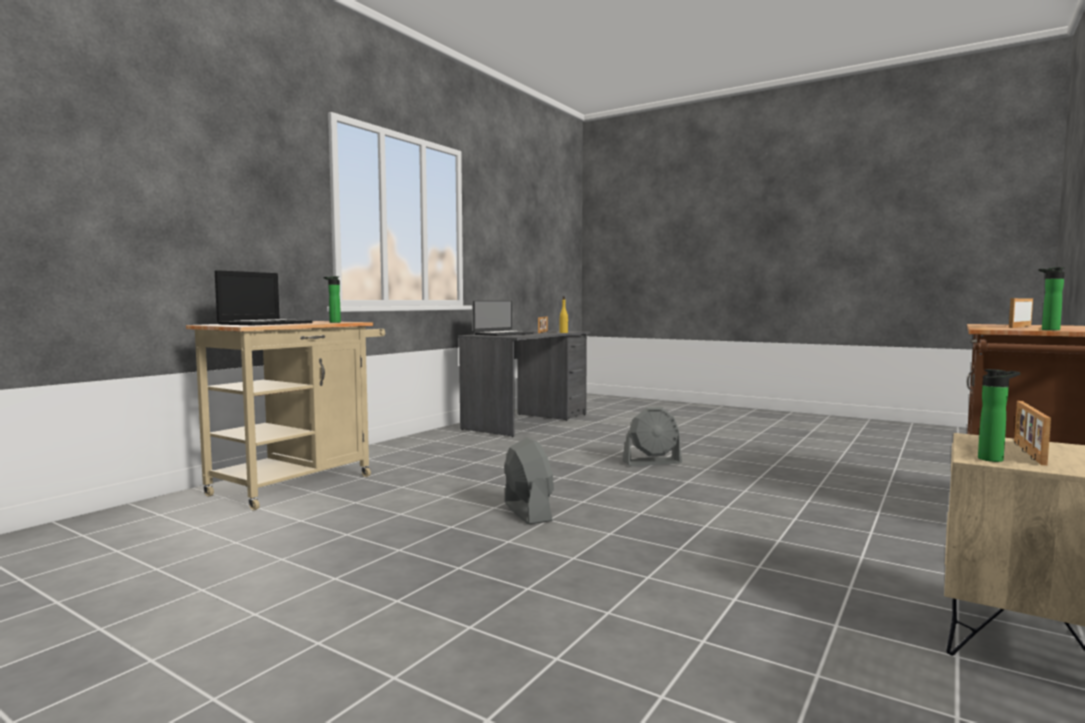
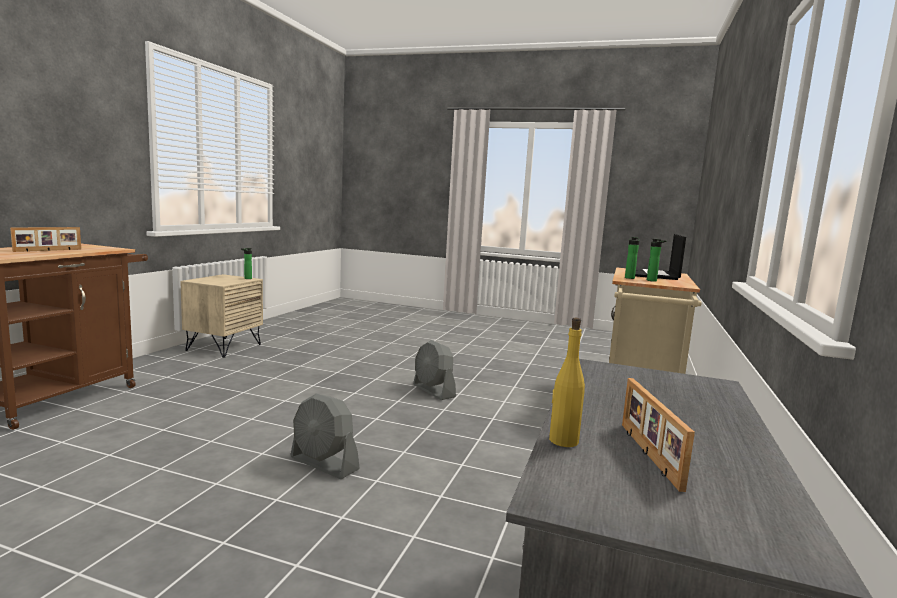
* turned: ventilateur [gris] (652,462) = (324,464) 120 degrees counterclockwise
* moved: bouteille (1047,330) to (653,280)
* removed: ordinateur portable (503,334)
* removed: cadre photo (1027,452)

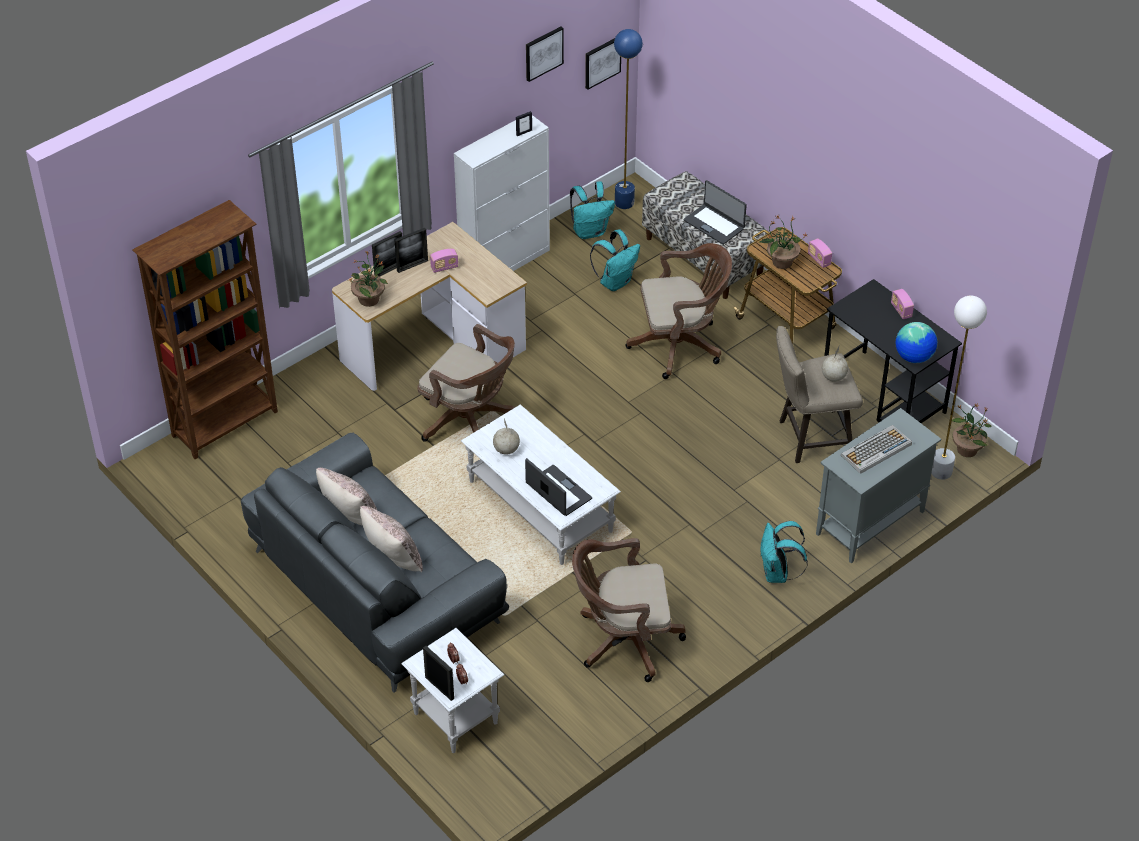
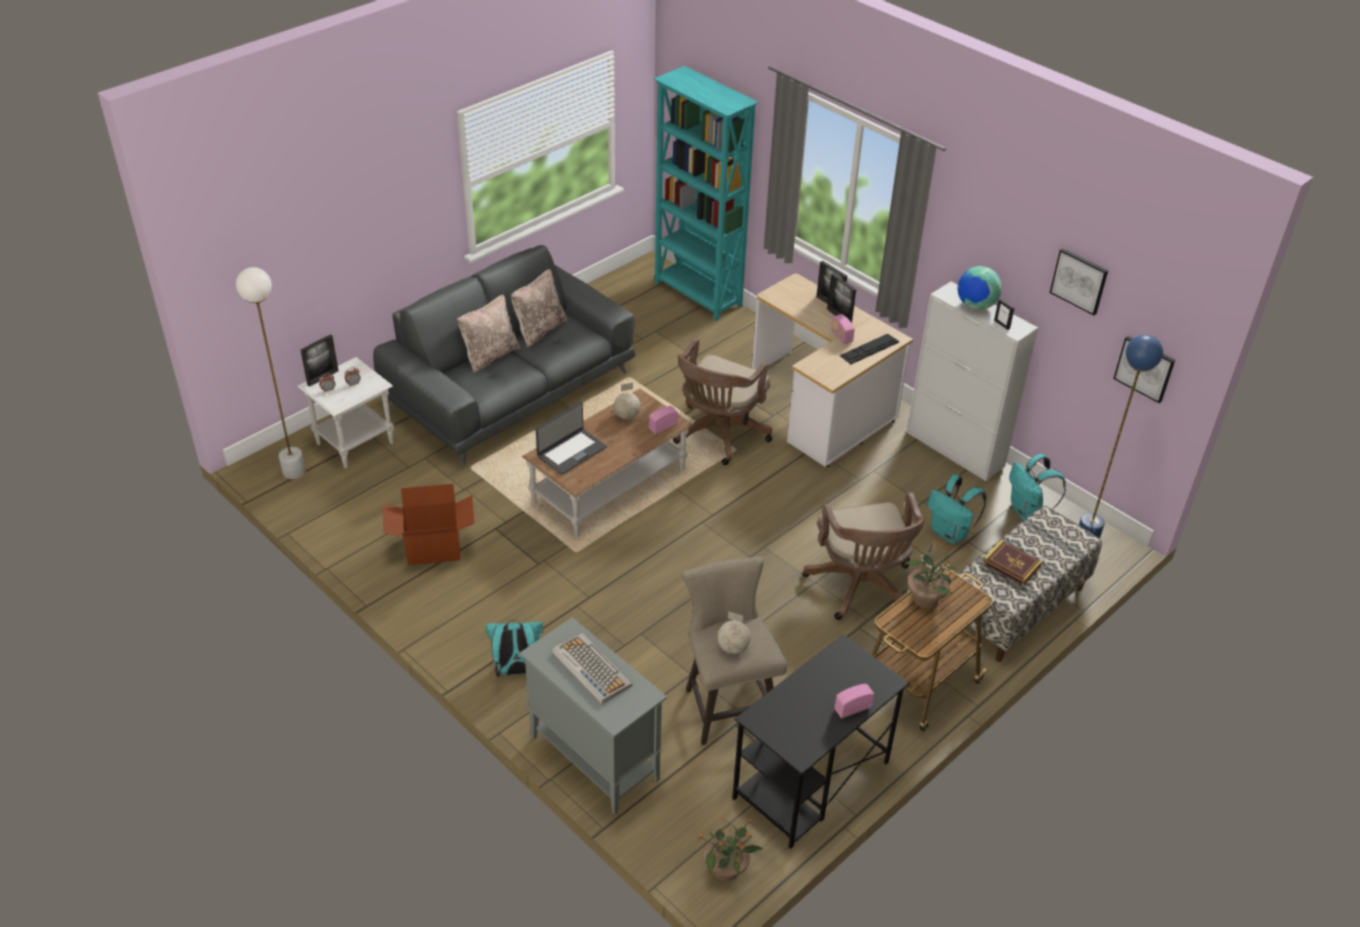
* moved: lampadaire [blanc] (941,471) to (294,471)
* replaced: chaise de bureau [marron] (623,641) to carton (433,548)
* recoloured: table basse [blanc] (540,506) to table basse [marron] (609,486)
* moved: radio (819,259) to (663,427)
* recoloured: bibliothèque [marron] (226,424) to bibliothèque [turquoise] (698,295)
* added: clavier (869,349)
* moved: globe (914,357) to (975,306)
* replaced: ordinateur portable (714,224) to livre (1011,565)
* removed: plante en pot (369,299)

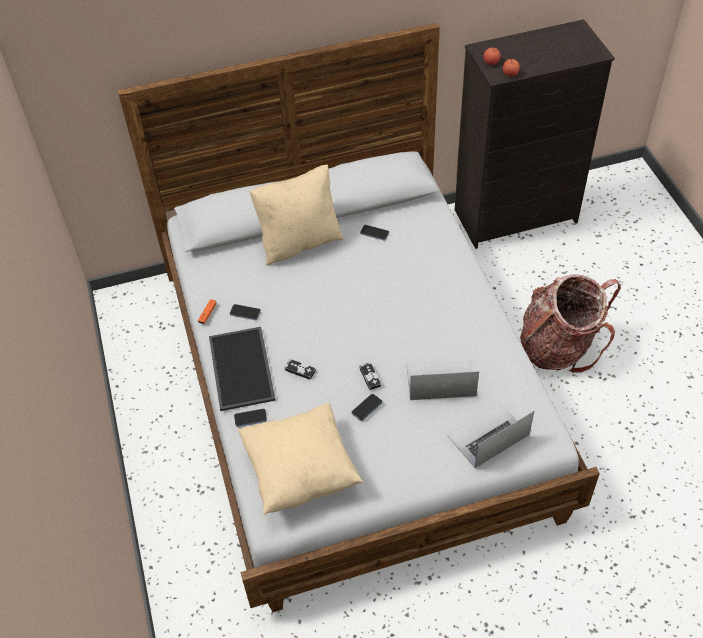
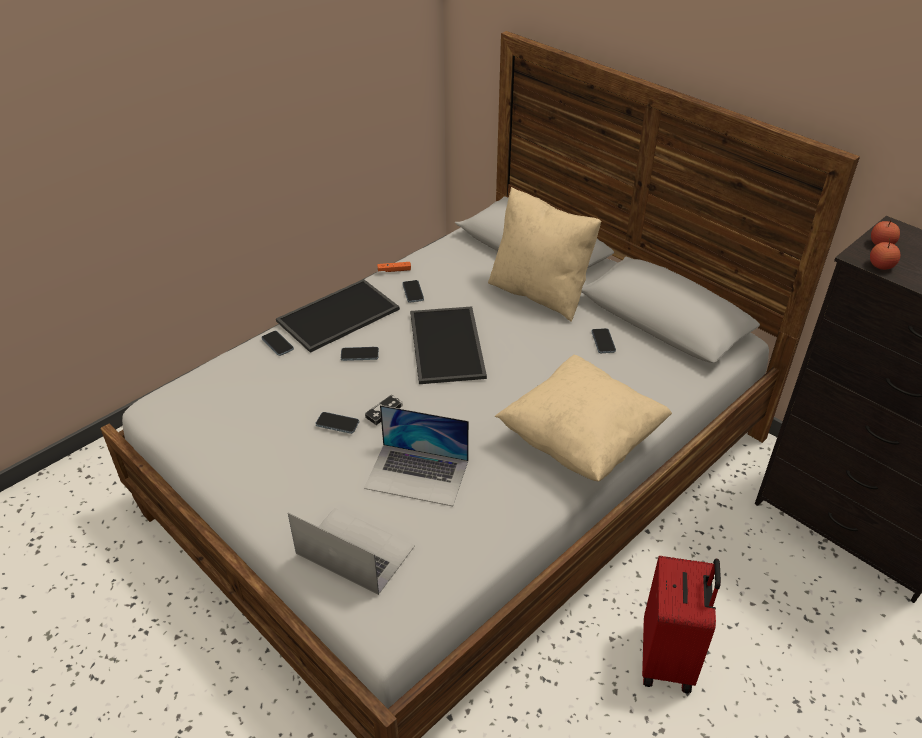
* replaced: manette (300,370) to téléphone (359,355)
* turned: ordinateur portable (440,380) = (417,474) 135 degrees clockwise
* added: plateau (448,345)
* moved: coussin [beige] (300,471) to (581,440)
* replaced: sac à dos (559,347) to valise [rouge] (669,659)

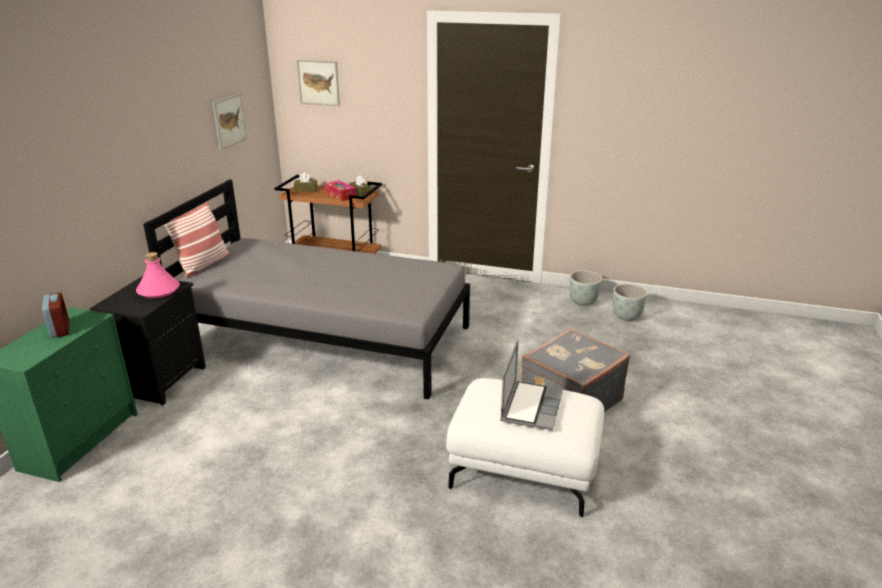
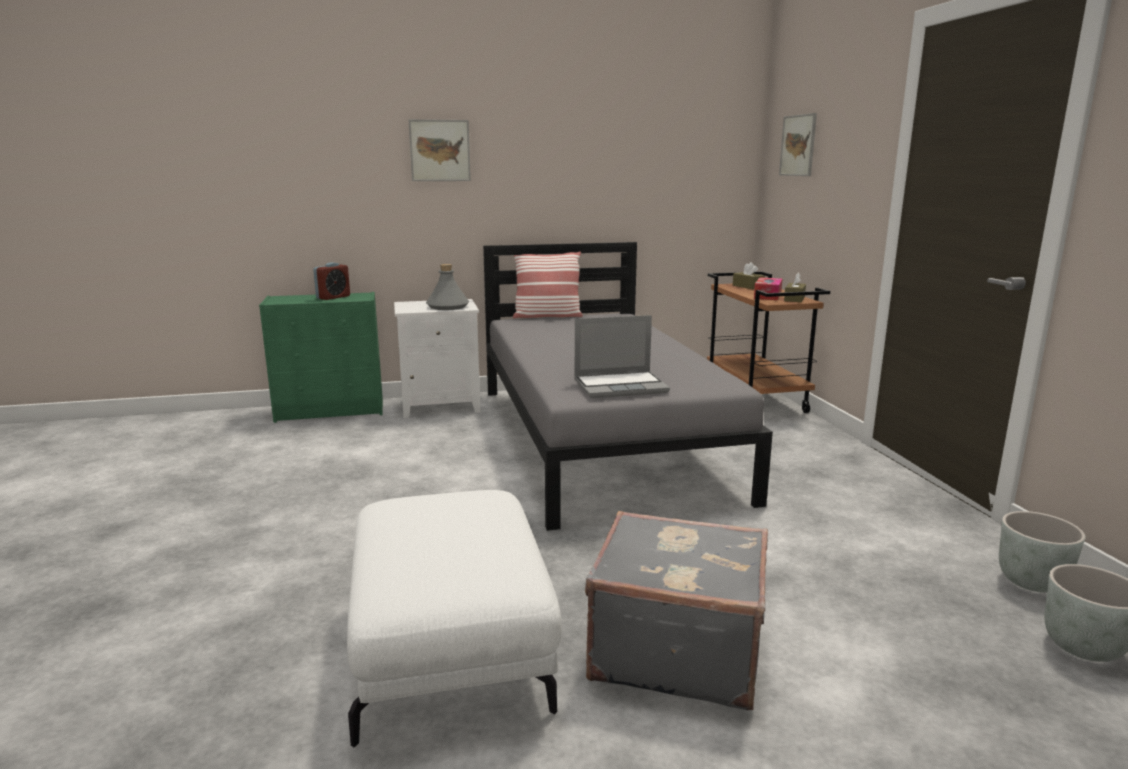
* recoloured: table de chevet [noir] (162,380) to table de chevet [blanc] (441,405)
* moved: tableau (229,121) to (440,150)
* recoloured: bouteille [rose] (159,291) to bouteille [gris] (448,307)
* moved: ordinateur portable (530,406) to (621,386)

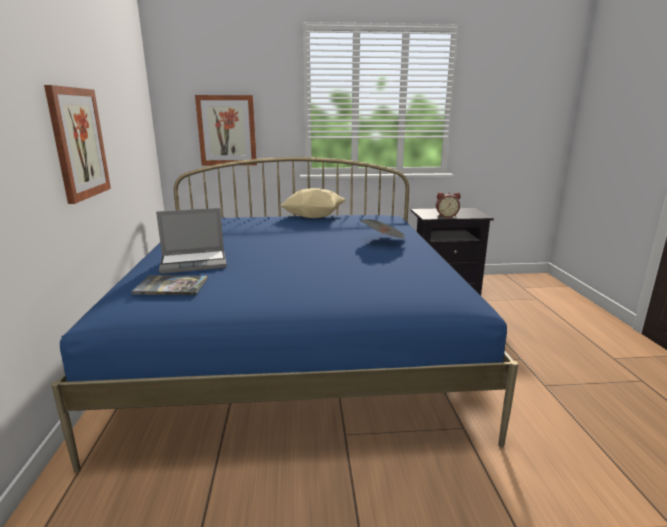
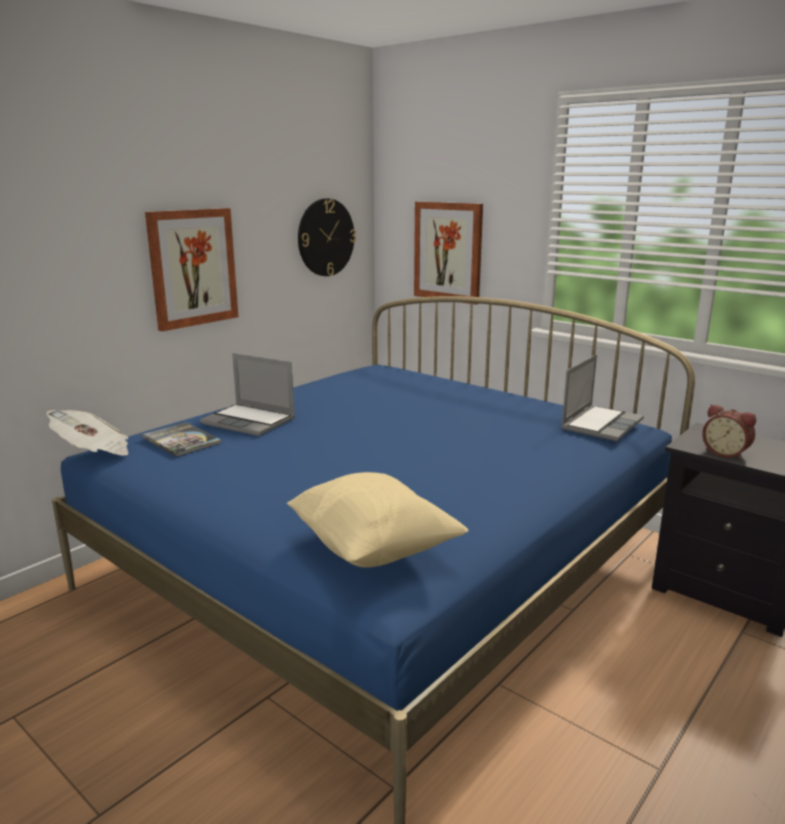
* moved: journal (384,241) to (94,451)
* moved: coussin [beige] (314,216) to (373,549)
* added: horloge murale (326,237)
* added: ordinateur portable (601,424)

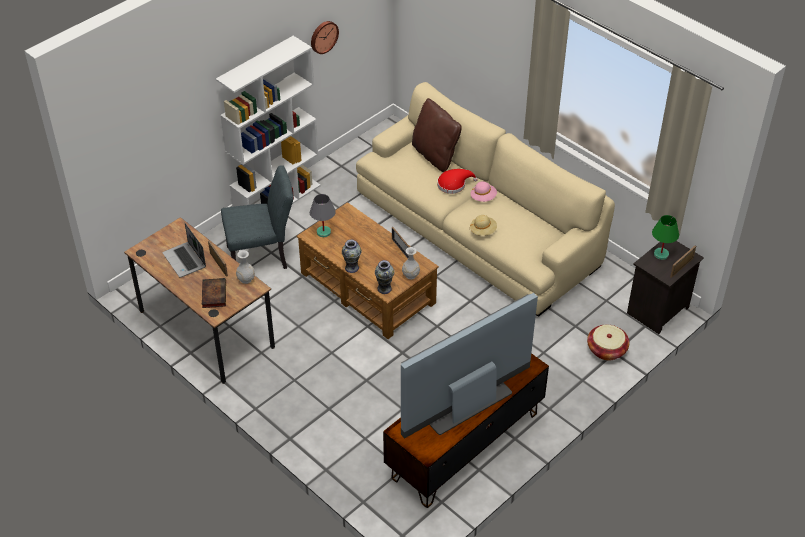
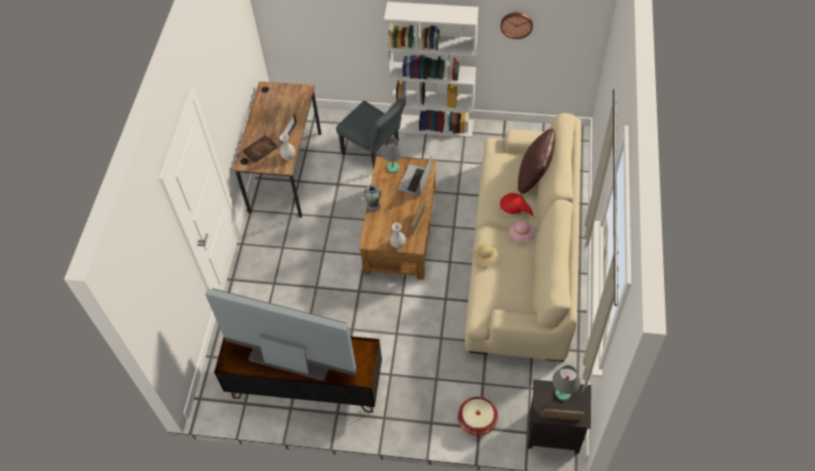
* moved: ordinateur portable (185,260) to (415,181)
* recoloured: lampe de table [vert] (661,254) to lampe de table [gris] (563,394)
* removed: vase (384,288)

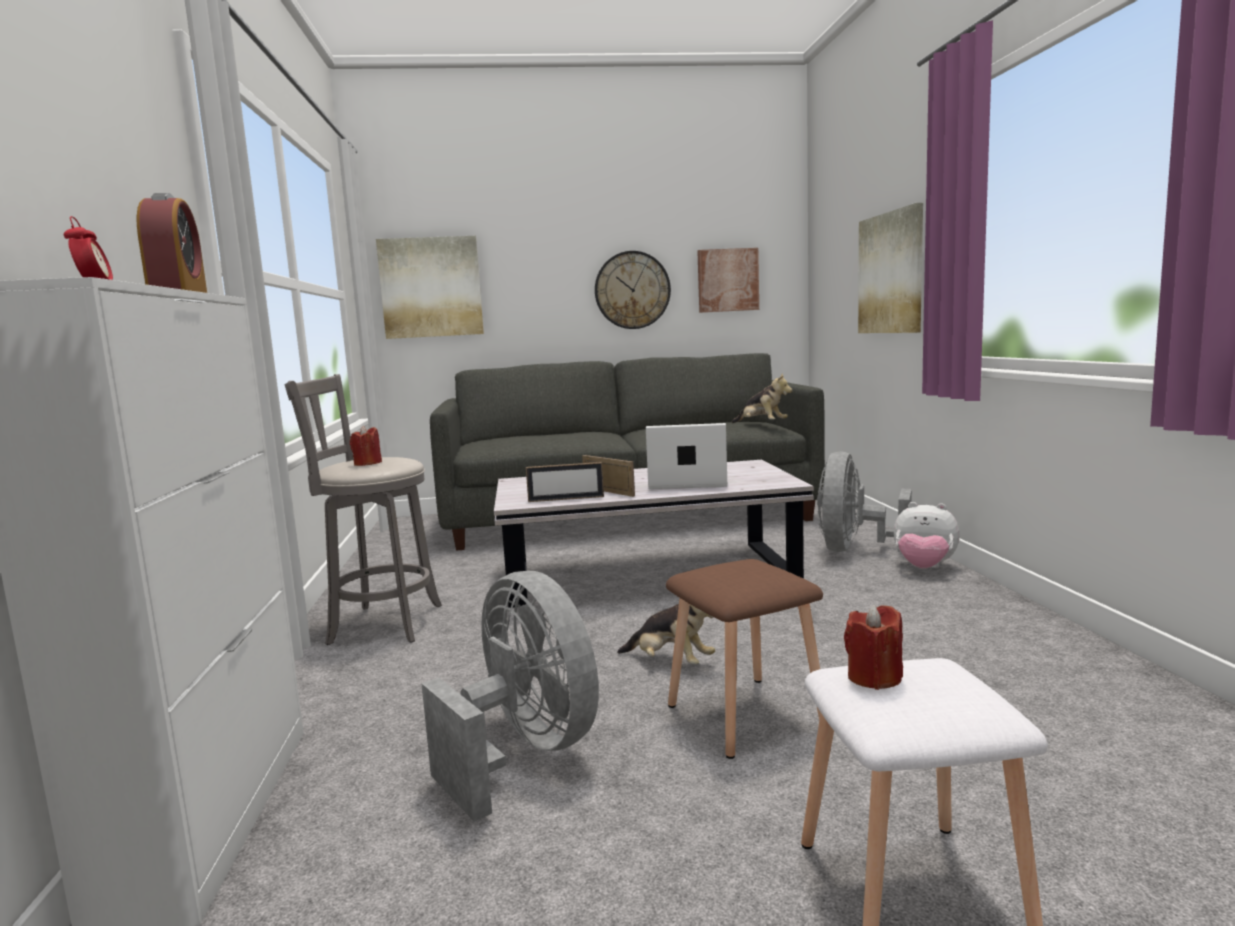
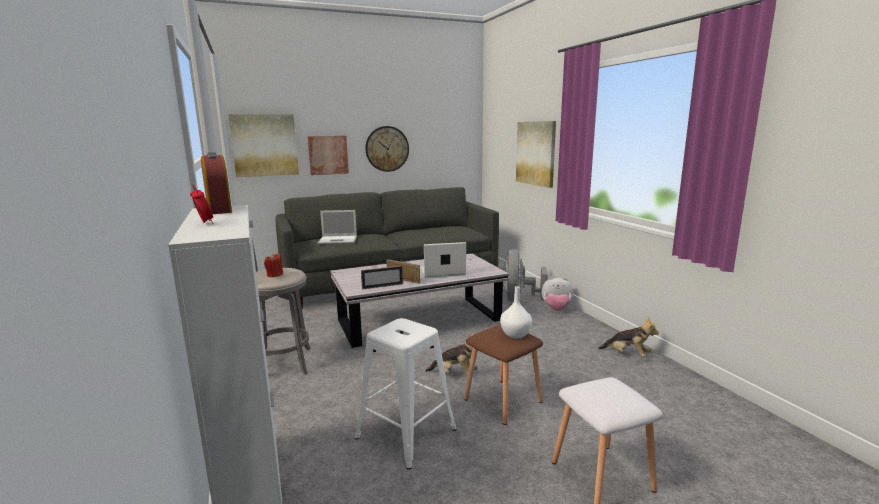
* moved: tableau (727,280) to (328,155)
* added: ordinateur portable (338,240)
* replaced: ventilateur [gris] (524,752) to tabouret [blanc] (404,433)
* added: vase [blanc] (515,334)
* moved: peluche (761,424) to (627,354)
* removed: bougie [rouge] (874,677)

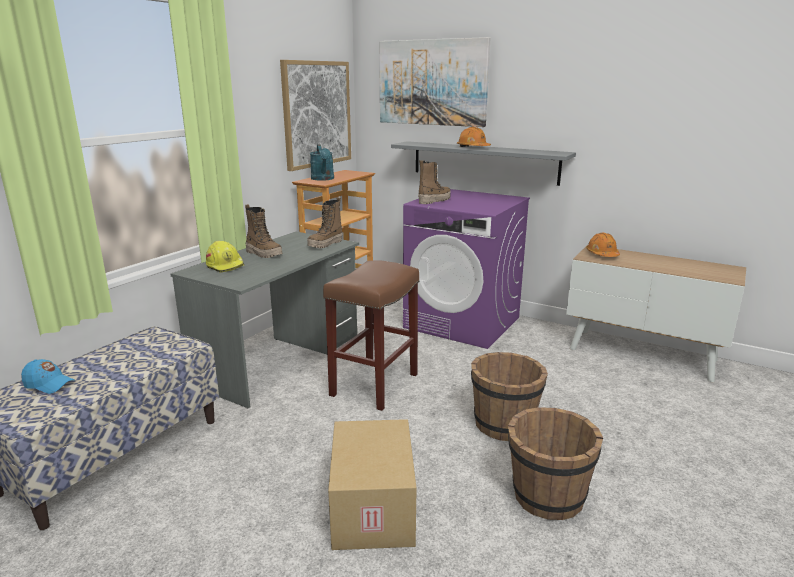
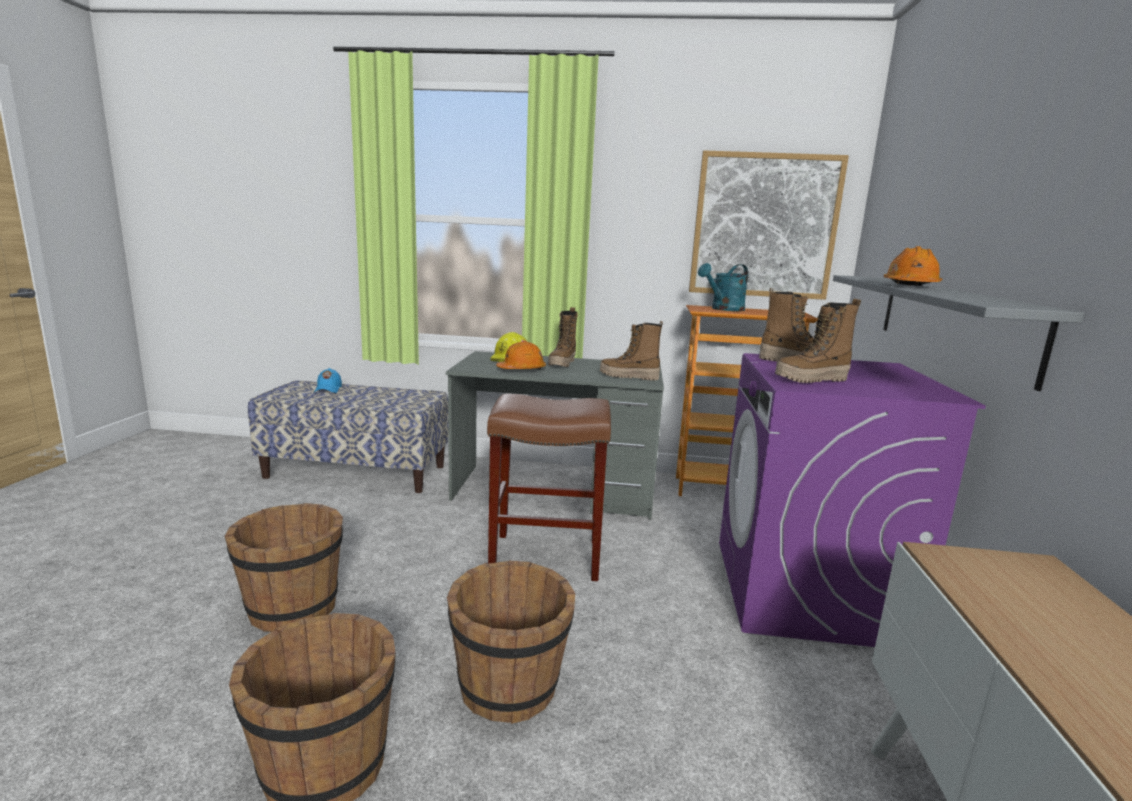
* replaced: carton (371,507) to seau [marron] (293,607)
* moved: casque de chantier [orange] (602,254) to (521,370)
* added: botte (811,380)
* removed: tableau (432,82)

